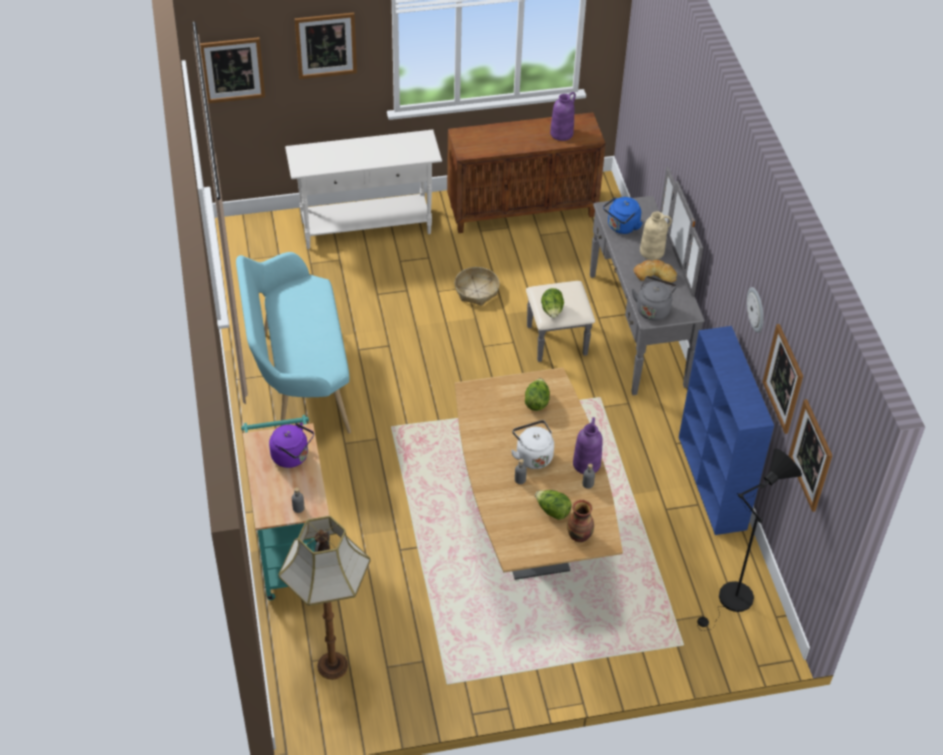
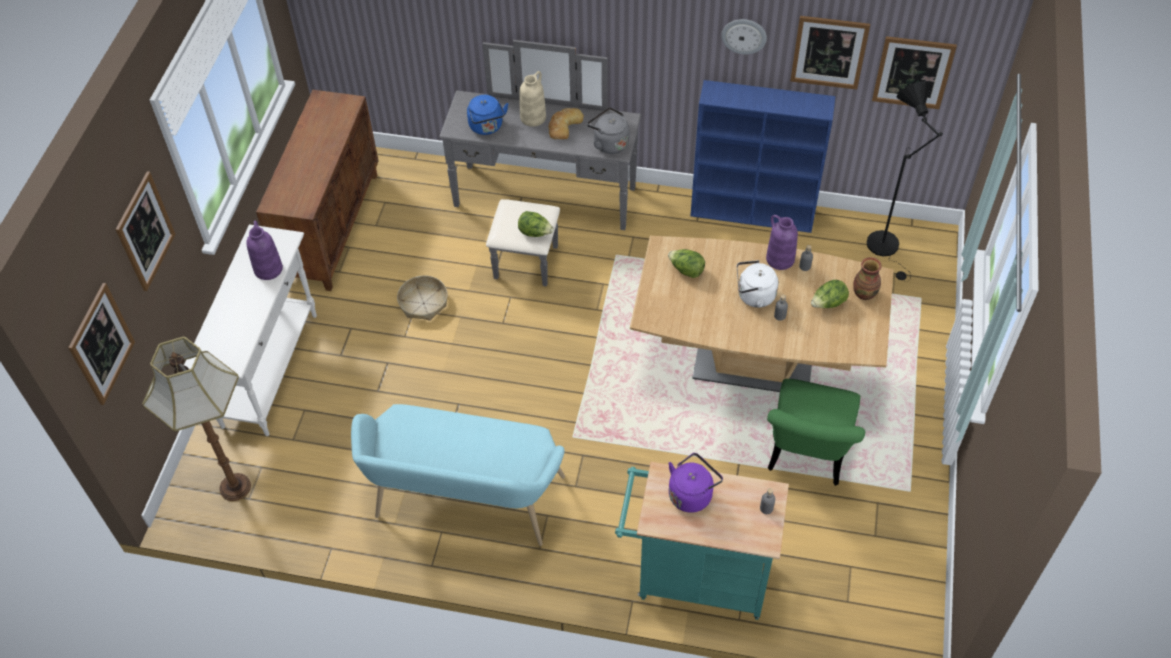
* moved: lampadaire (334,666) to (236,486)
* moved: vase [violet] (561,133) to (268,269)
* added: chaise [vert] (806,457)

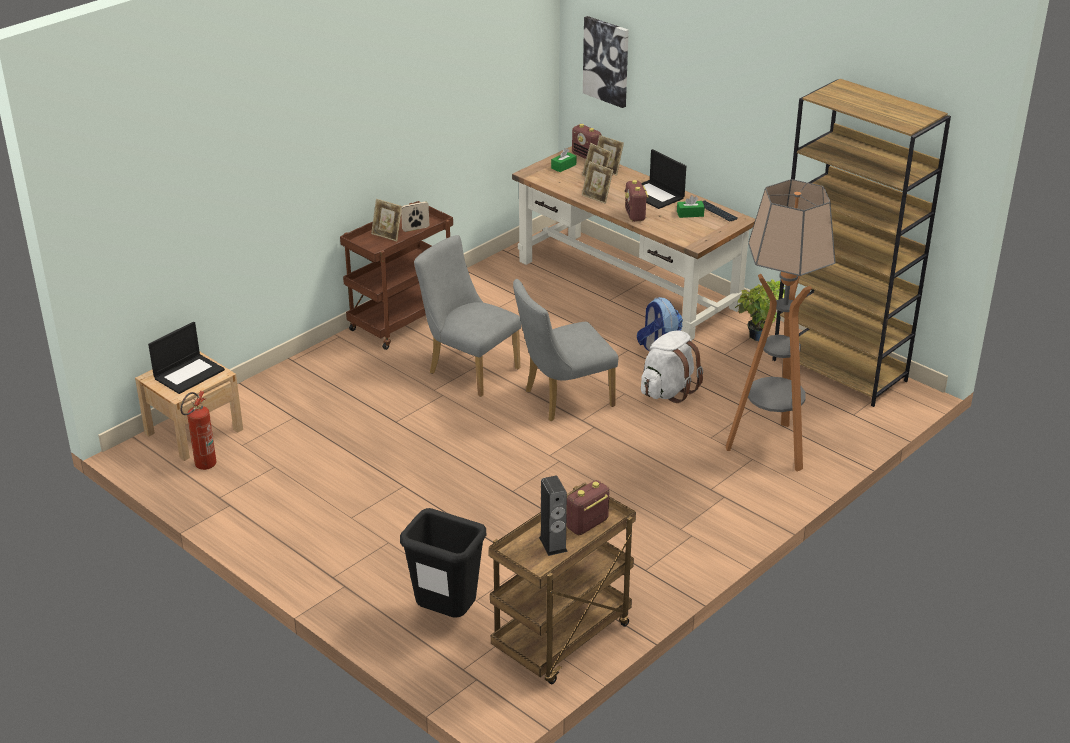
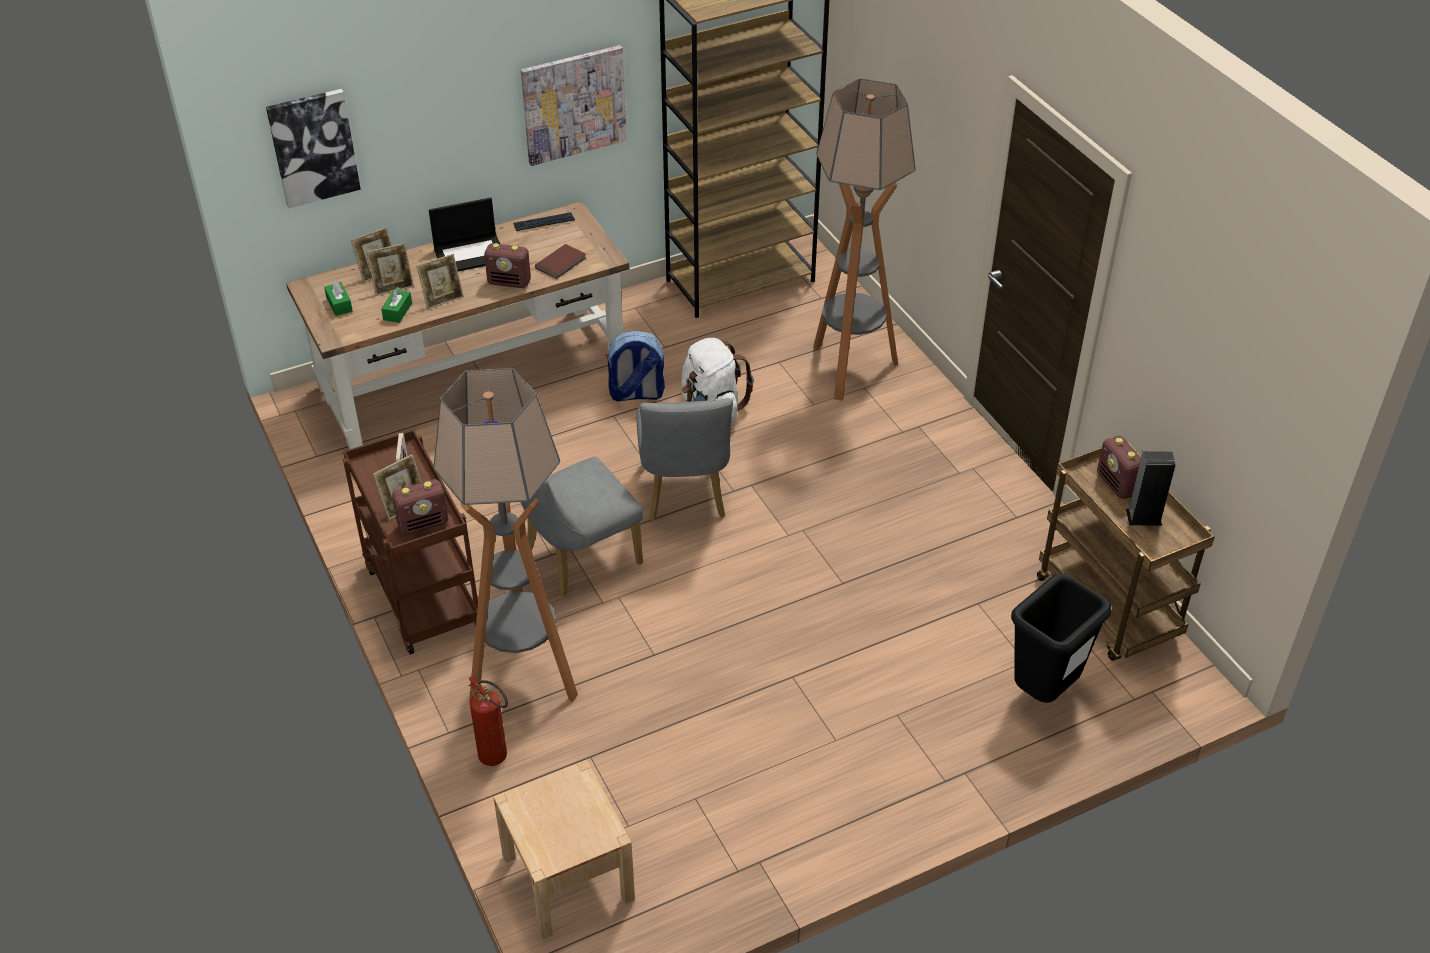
* moved: boîte à mouchoirs [vert] (690,214) to (397,311)
* moved: radio (586,156) to (423,524)
* added: lampadaire (523,678)
* moved: extincteur (202,467) to (498,759)
* added: tableau (574,104)
* added: livre [marron] (562,263)
* removed: ordinateur portable (189,373)
* removed: plante en pot (758,339)

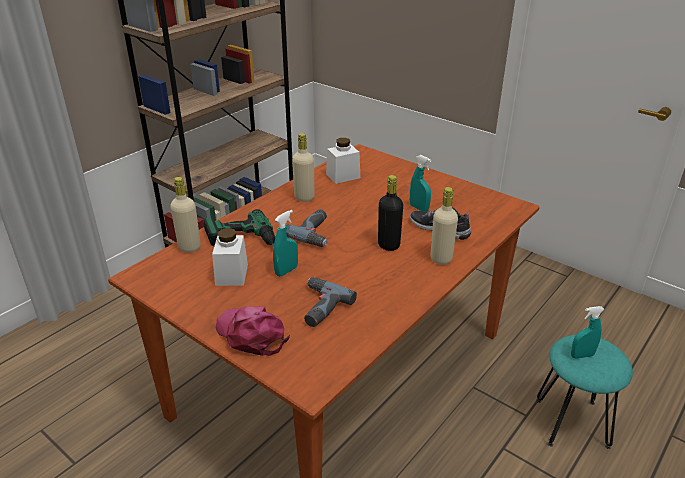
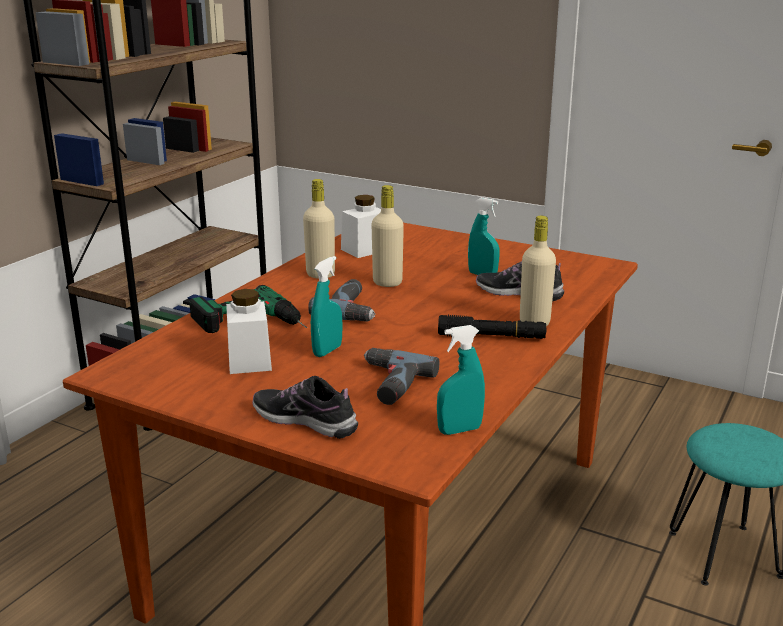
* replaced: casquette [rose] (251,334) to chaussure (305,421)
* moved: bouteille [beige] (189,247) to (387,282)
* moved: vaporisateur [turquoise] (582,355) to (459,430)
* added: lampe de poche [noir] (491,337)
* removed: bouteille [noir] (388,245)

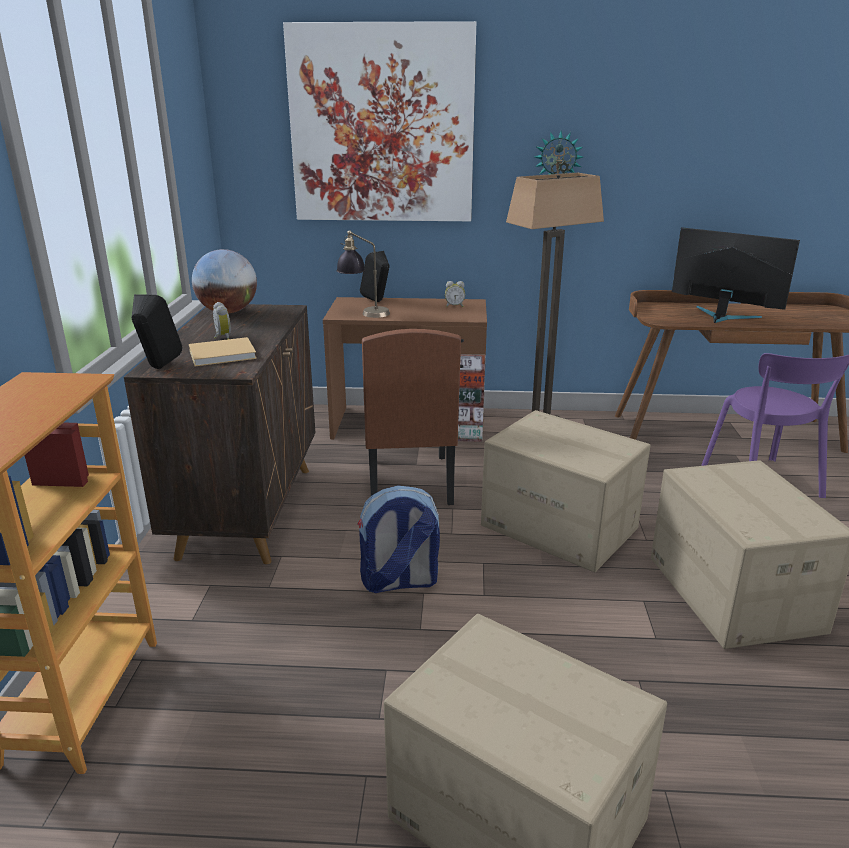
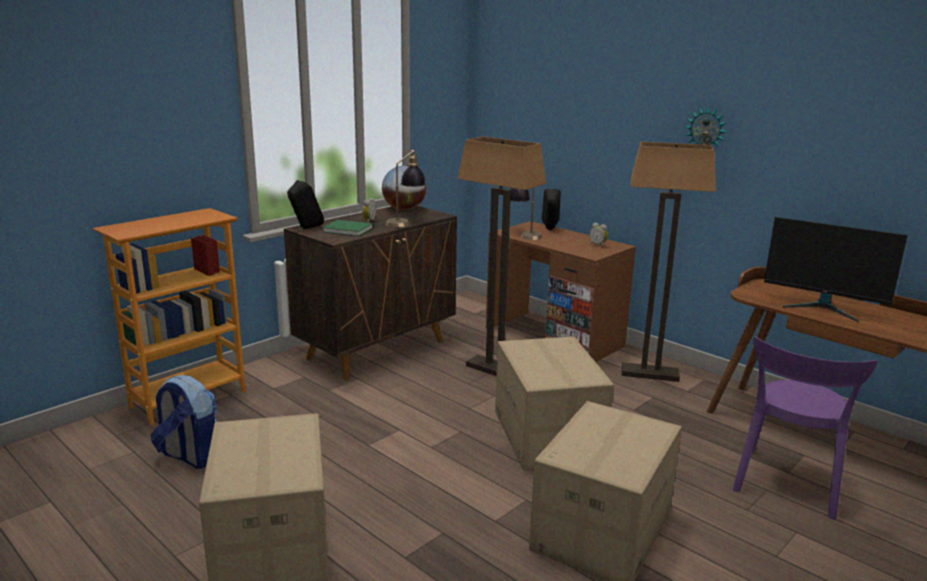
* moved: sac à dos (399,582) to (189,456)
* recoloured: livre [beige] (224,354) to livre [vert] (349,230)
* added: lampe de table (405,222)
* replaced: chaise [marron] (408,481) to lampadaire (493,370)
* turned: écran d'ordinateur (722,316) = (823,308) 135 degrees clockwise
* removed: tableau (382,125)

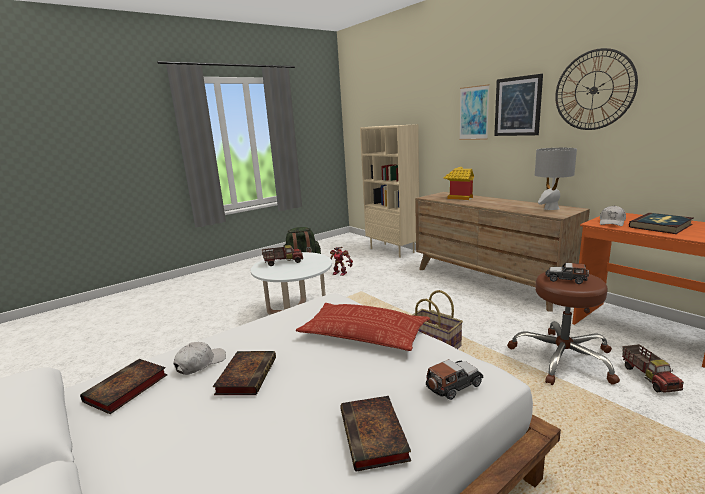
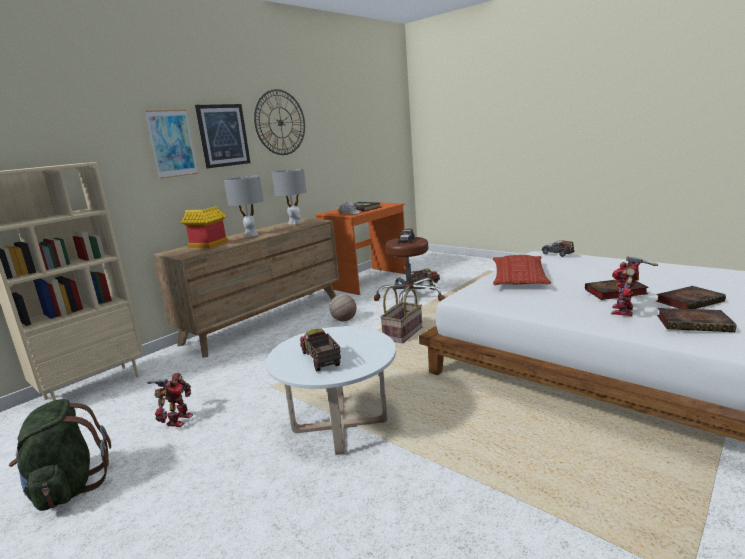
* added: lampe de table [gris] (251,235)
* added: ballon de basket (344,320)
* replaced: casquette [blanc] (200,363) to robot jouet (625,311)
* moved: livre (375,437) to (690,301)

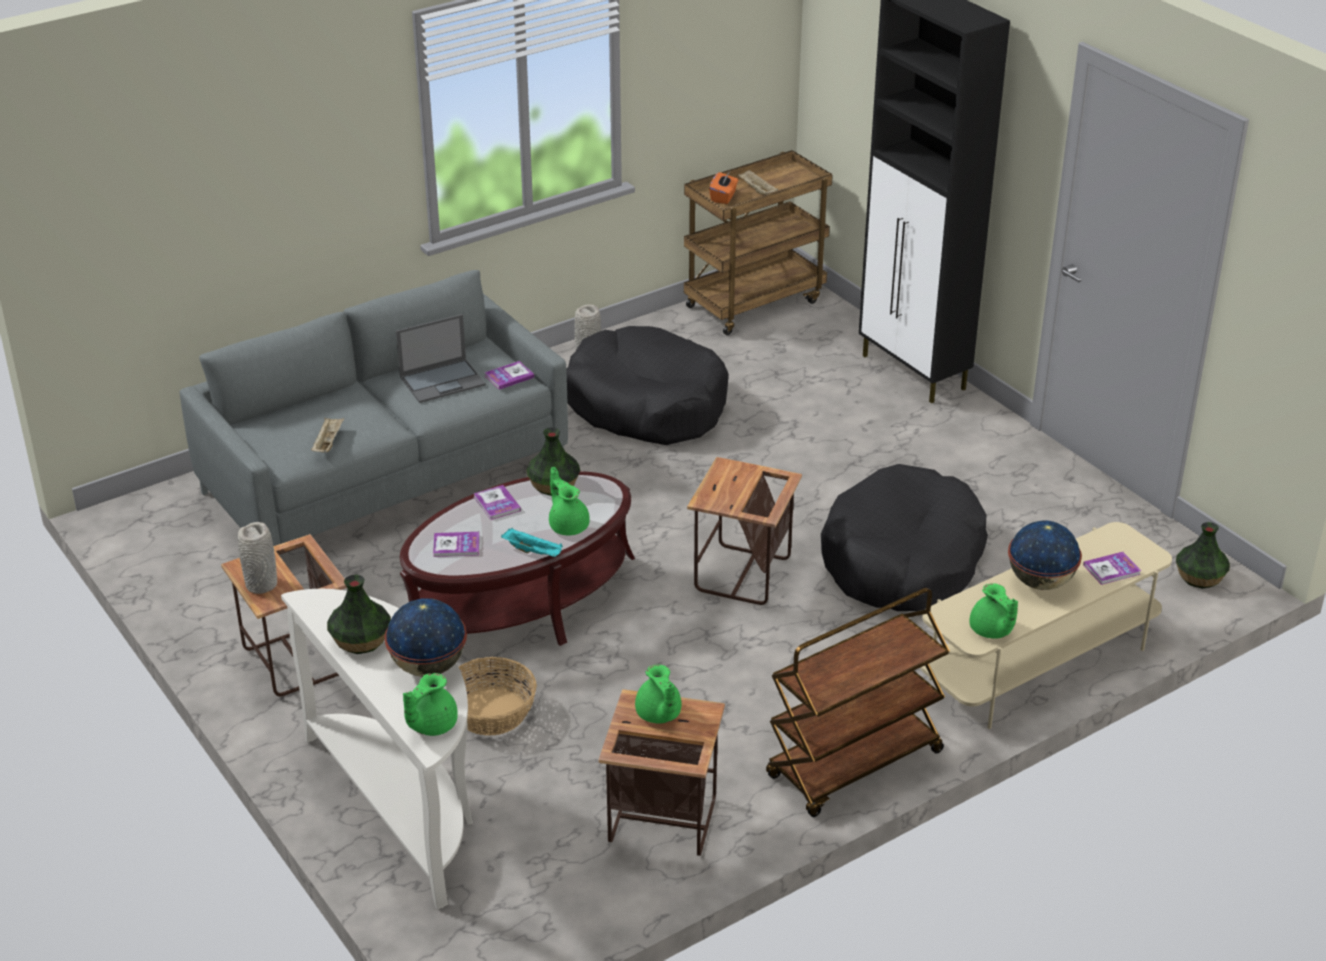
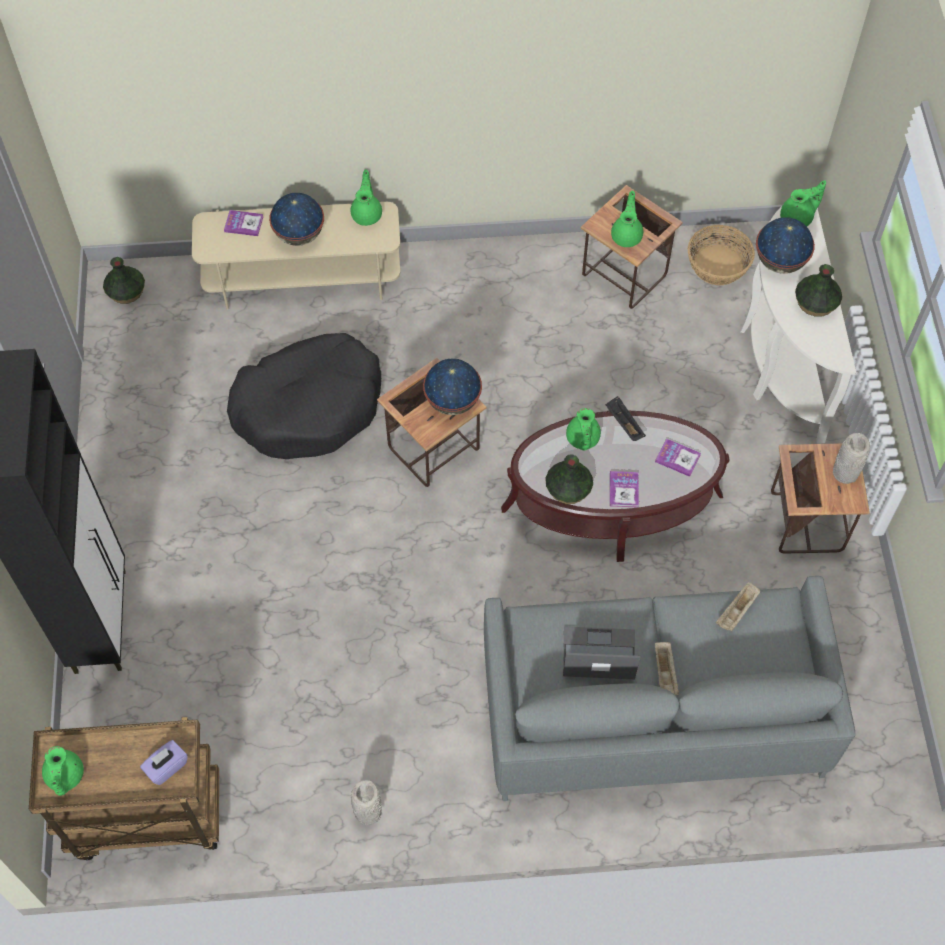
* added: théière [vert] (64,777)
* recoloured: boîte à mouchoirs [orange] (723,197) to boîte à mouchoirs [violet] (166,767)
* added: globe (452,401)
* recoloured: plateau [turquoise] (533,552) to plateau [noir] (623,423)
* moved: plateau [beige] (756,190) to (665,674)
* moved: panier (490,712) to (718,266)
* removed: livre (509,376)
* removed: panier pour chien [noir] (646,405)
* removed: chariot [marron] (854,766)

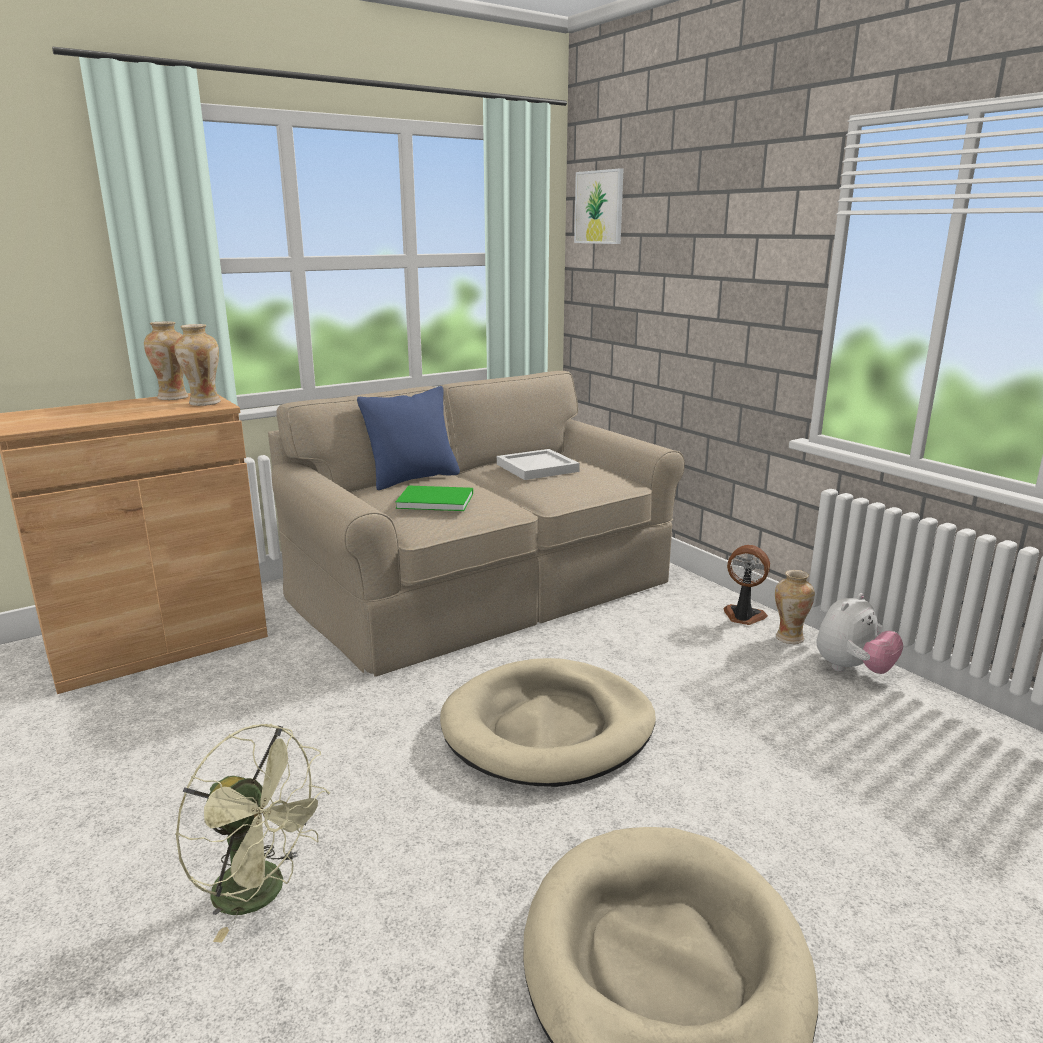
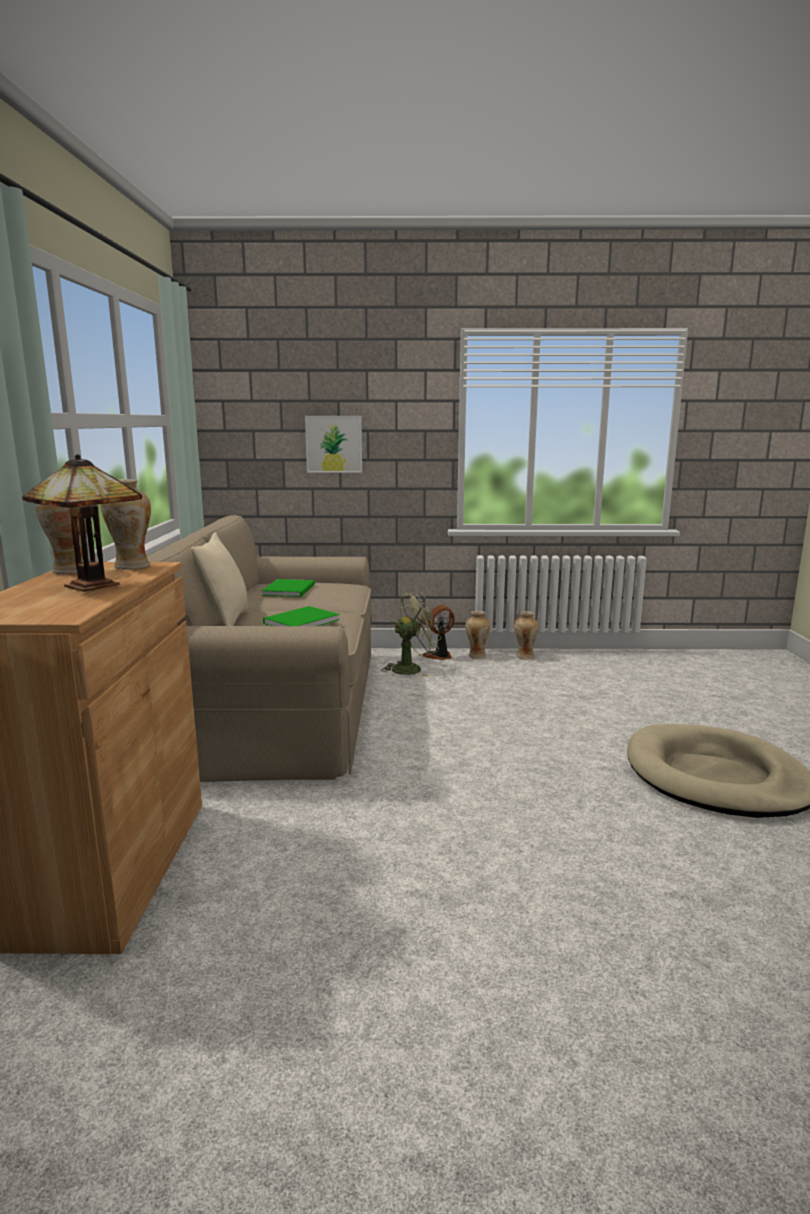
* added: lampe de table (94,585)
* recoloured: coussin [bleu] (413,479) to coussin [beige] (225,619)
* replaced: plateau [blanc] (538,468) to livre [vert] (290,589)
* moved: tableau (599,207) to (334,444)
* moved: ventilateur [vert] (262,893) to (412,668)
* replaced: peluche (852,669) to vase (524,656)
* removed: panier pour chien [beige] (548,728)

